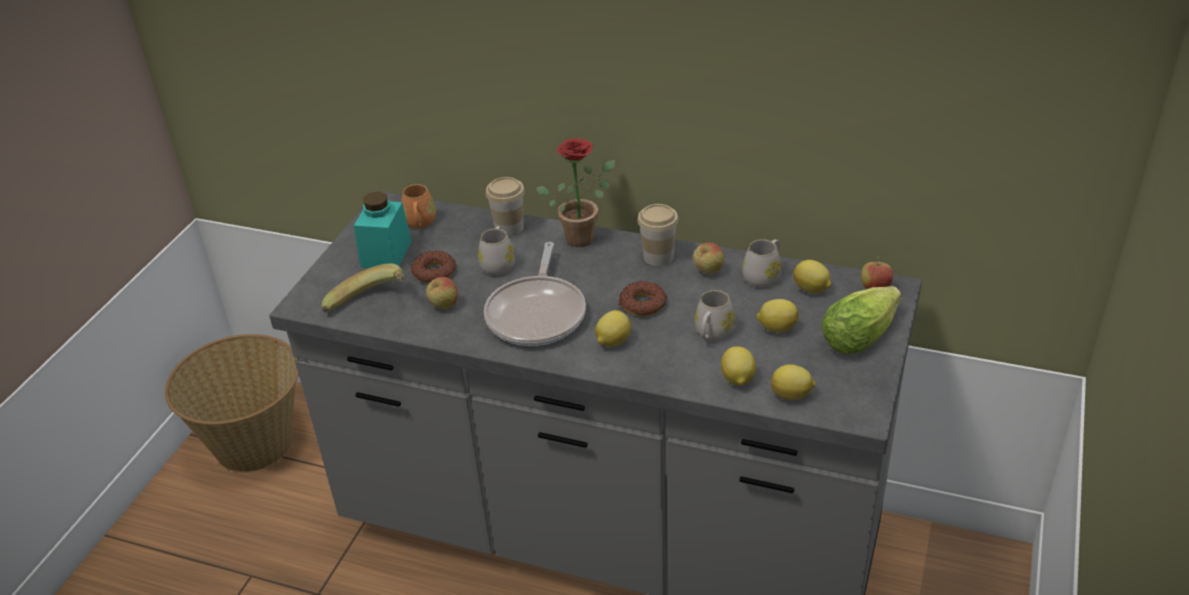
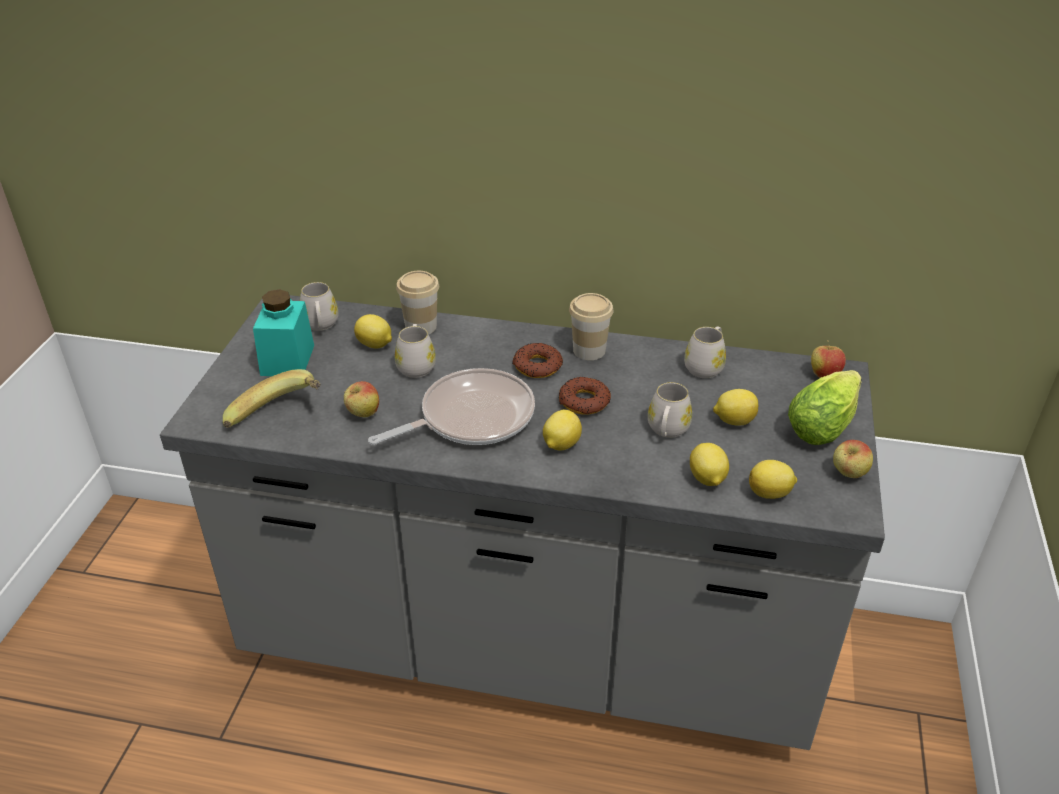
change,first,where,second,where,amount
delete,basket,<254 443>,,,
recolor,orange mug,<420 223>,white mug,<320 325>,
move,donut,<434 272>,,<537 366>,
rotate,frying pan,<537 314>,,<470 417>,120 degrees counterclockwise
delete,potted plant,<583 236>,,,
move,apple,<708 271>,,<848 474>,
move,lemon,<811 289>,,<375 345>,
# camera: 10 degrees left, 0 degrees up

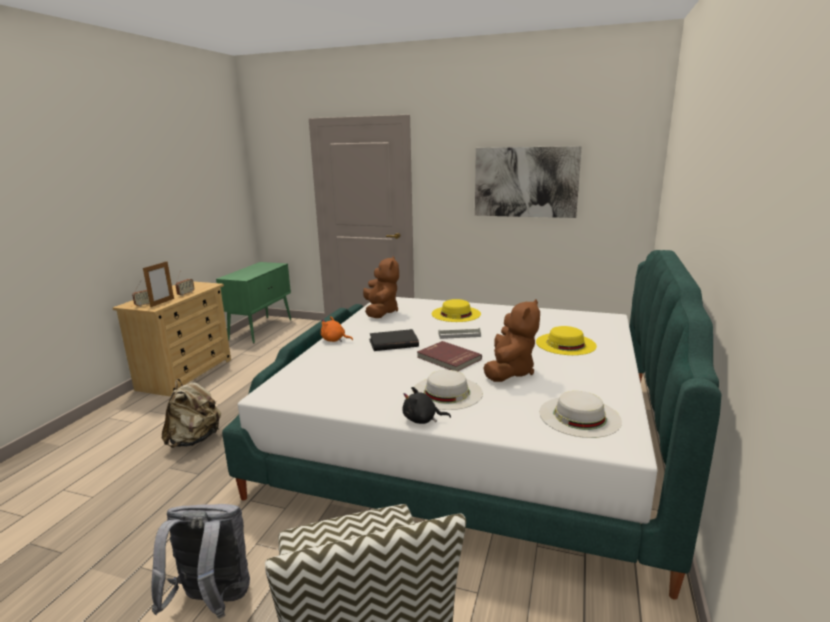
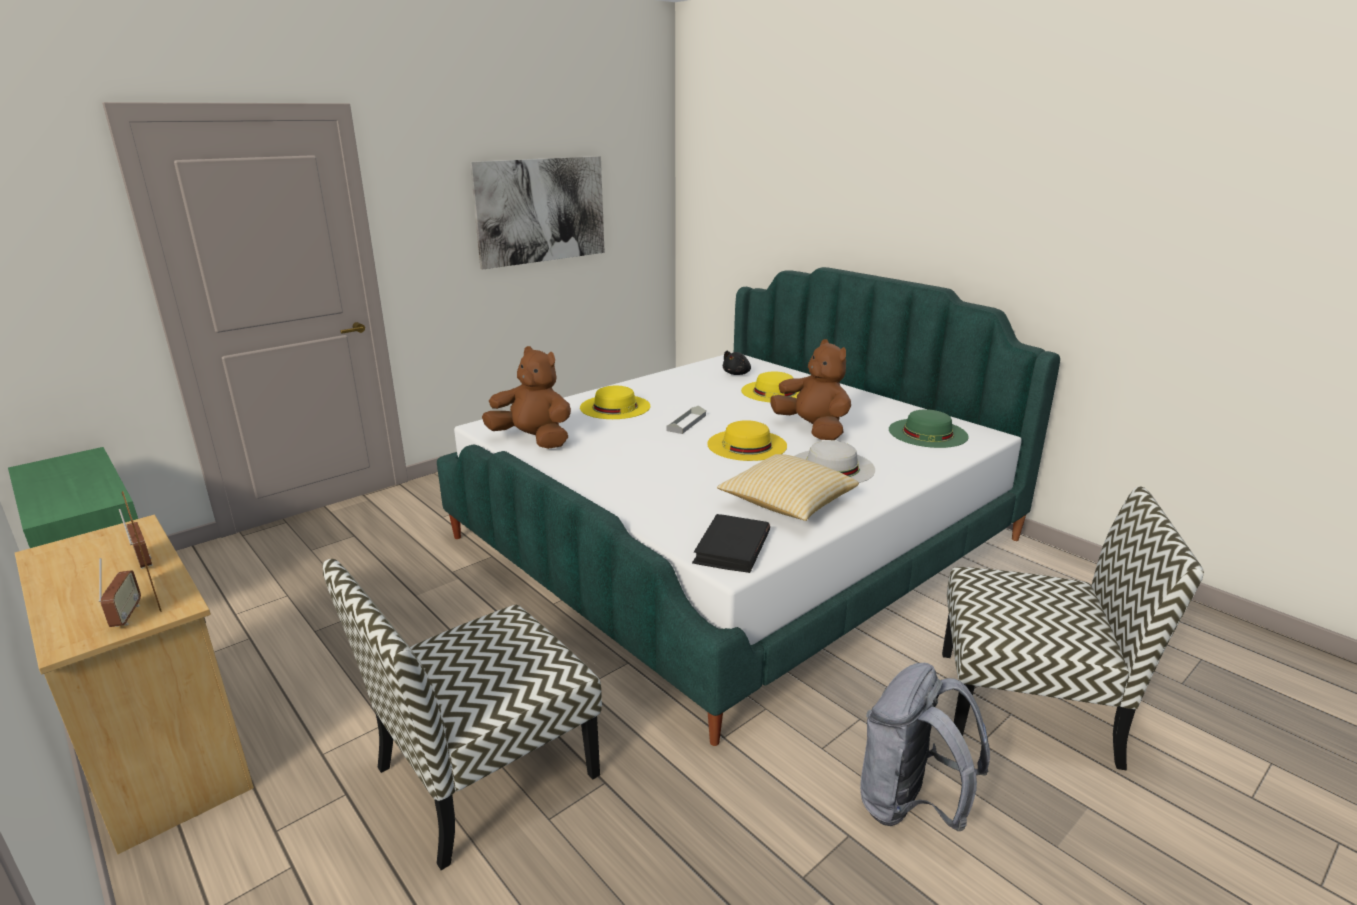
change,first,where,second,where,amount
replace,beige backpack,<195 439>,chair,<484 774>,
delete,orange plush toy,<334 340>,,,
move,black book,<393 343>,,<732 548>,
move,black plush toy,<422 420>,,<737 374>,
replace,red book,<448 358>,yellow hat,<747 445>,
recolor,white hat,<579 416>,green hat,<928 433>,
insert,,,pillow,<787 504>,
# camera: 60 degrees left, 5 degrees up

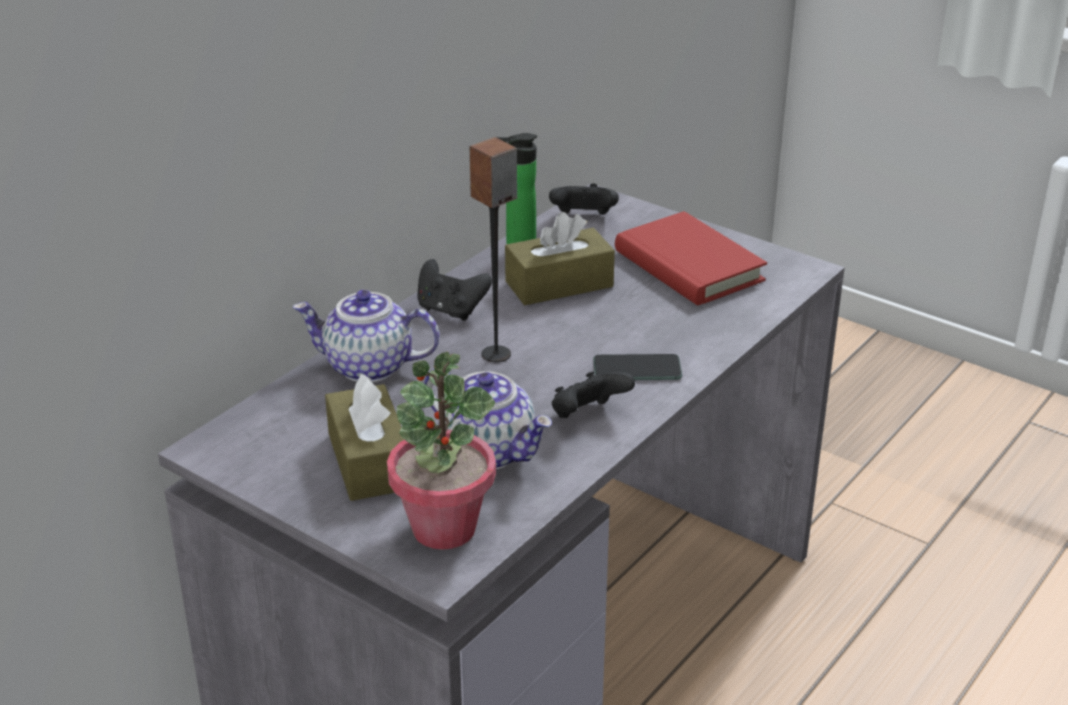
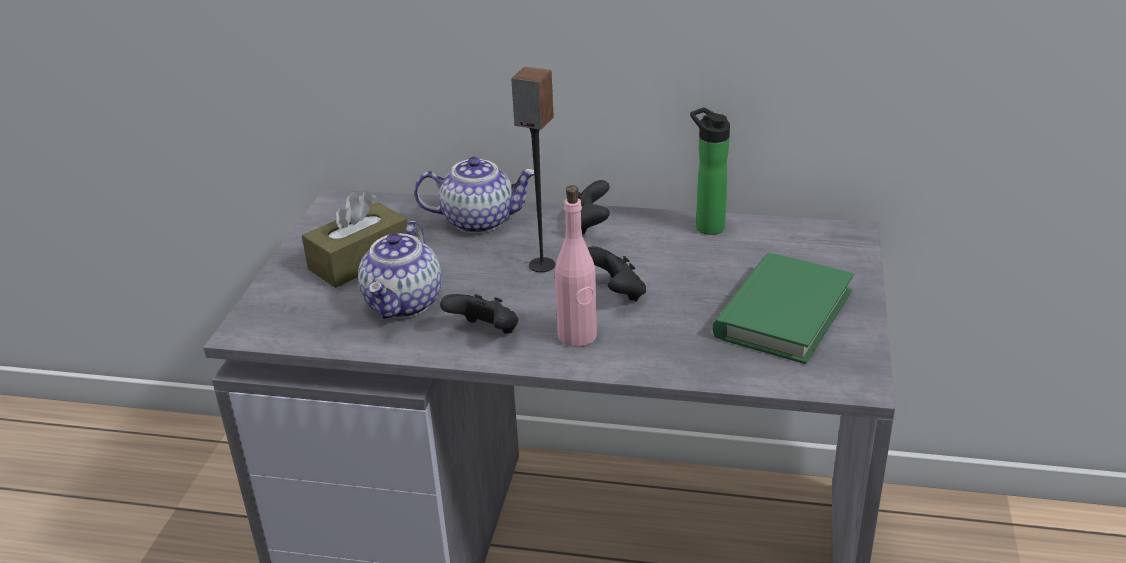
change,first,where,second,where,amount
rotate,teapot,<367 367>,,<479 221>,105 degrees clockwise
delete,potted plant,<444 528>,,,
delete,brown tissue box,<559 284>,,,
move,black game controller,<583 218>,,<617 293>,
replace,phone,<637 369>,pink bottle,<577 336>,
recolor,red book,<688 266>,green book,<783 314>,
# camera: 65 degrees right, 0 degrees up

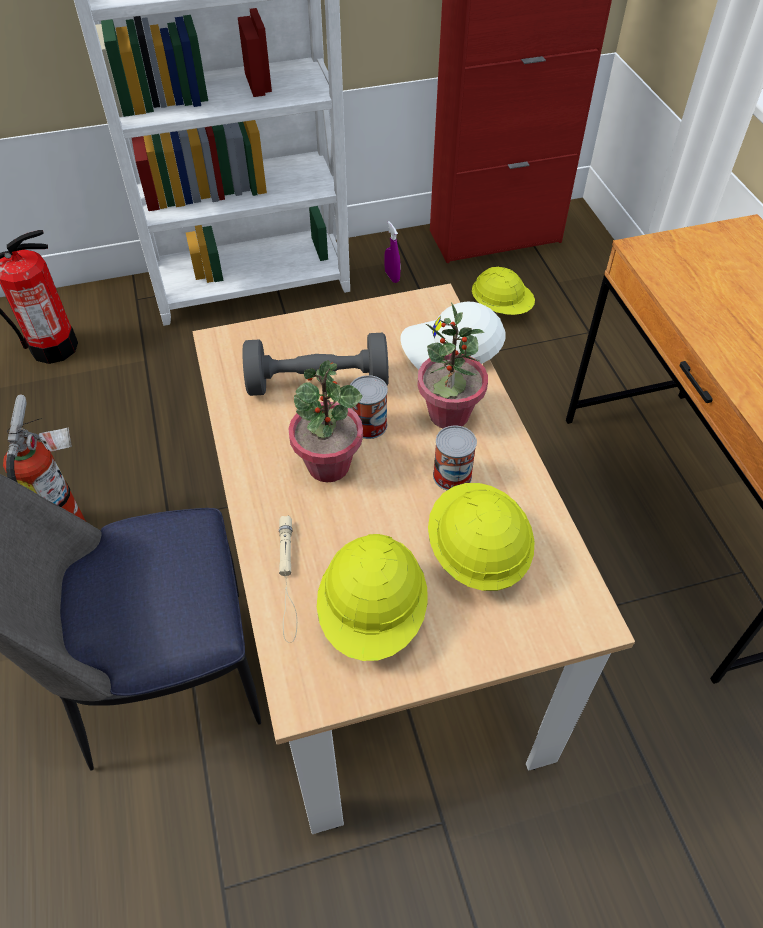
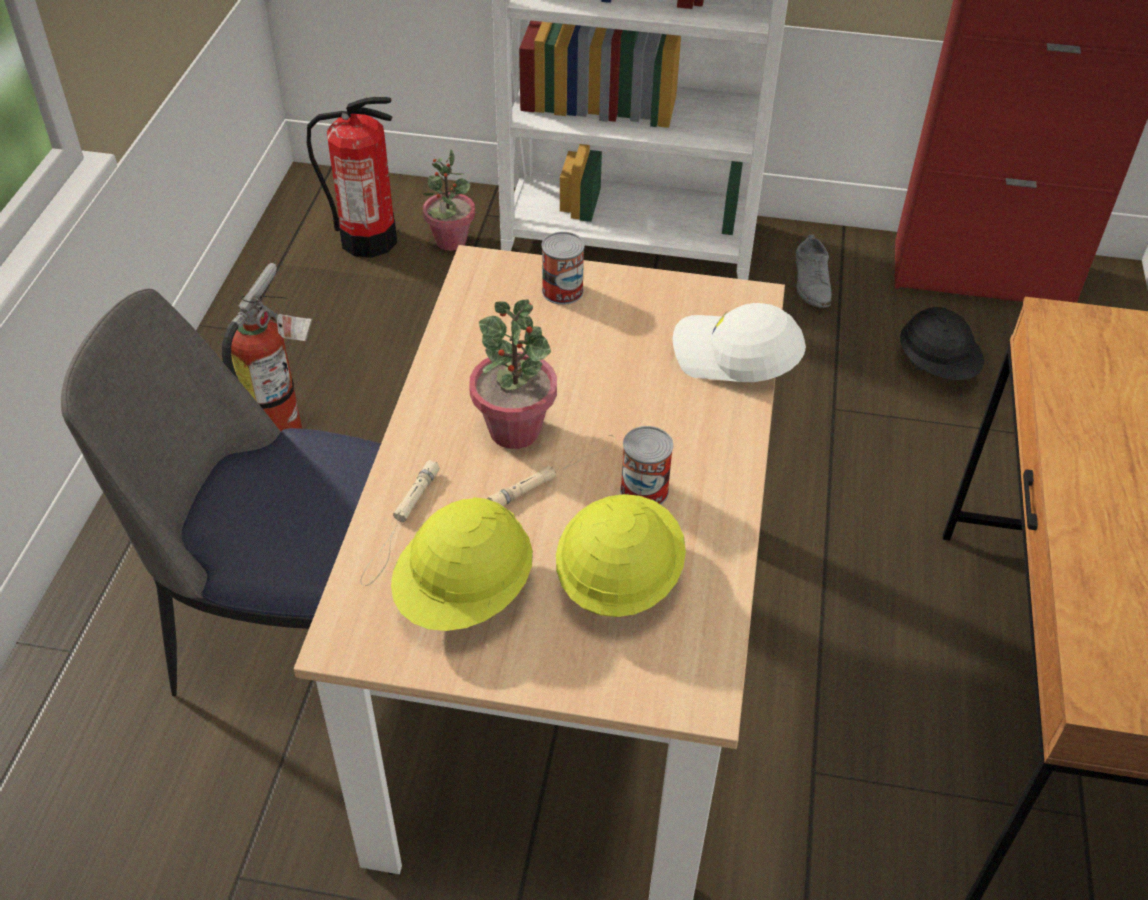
change,first,where,second,where,amount
delete,grey dumbbell,<318 383>,,,
move,can,<368 424>,,<562 291>,
replace,purple spray bottle,<392 276>,grey shoe,<811 283>,
move,potted plant,<449 415>,,<450 241>,
recolor,yellow hard hat,<501 308>,black hard hat,<936 366>,
insert,,,beige flashlight,<554 472>,
# camera: 25 degrees right, 5 degrees down

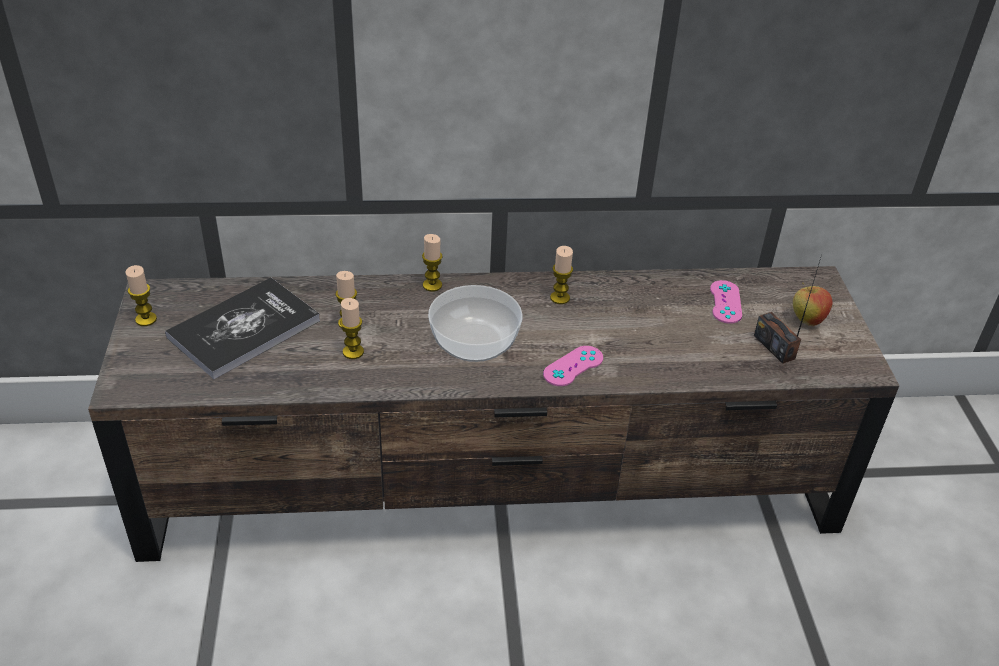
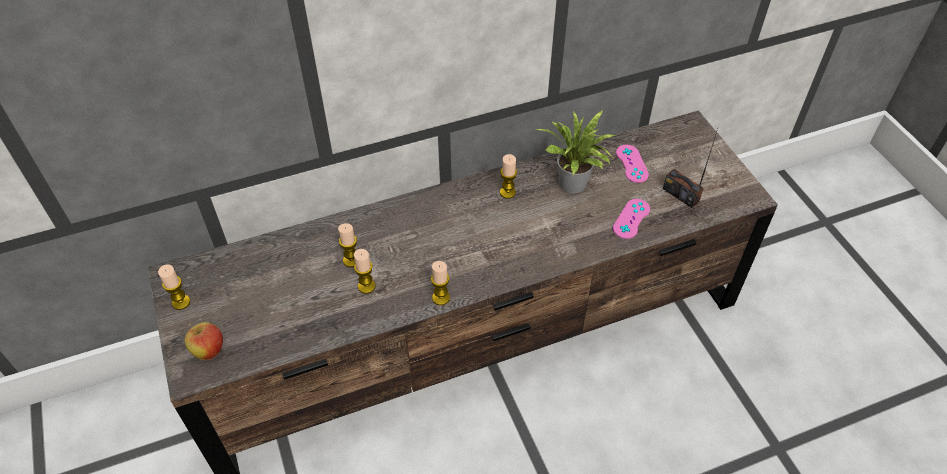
change,first,where,second,where,amount
delete,book,<244 329>,,,
move,candle,<432 285>,,<441 298>,
delete,bowl,<474 343>,,,
move,pink game controller,<573 366>,,<631 219>,
move,apple,<807 320>,,<208 351>,
insert,,,potted plant,<573 186>,
# camera: 15 degrees left, 10 degrees up

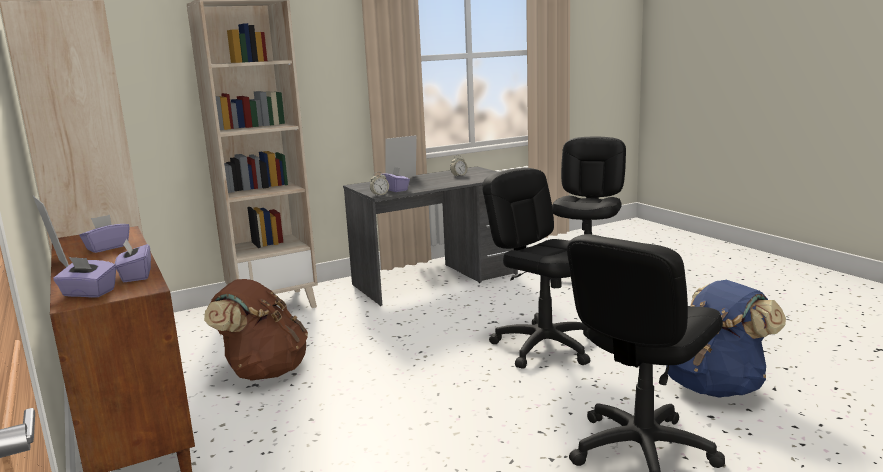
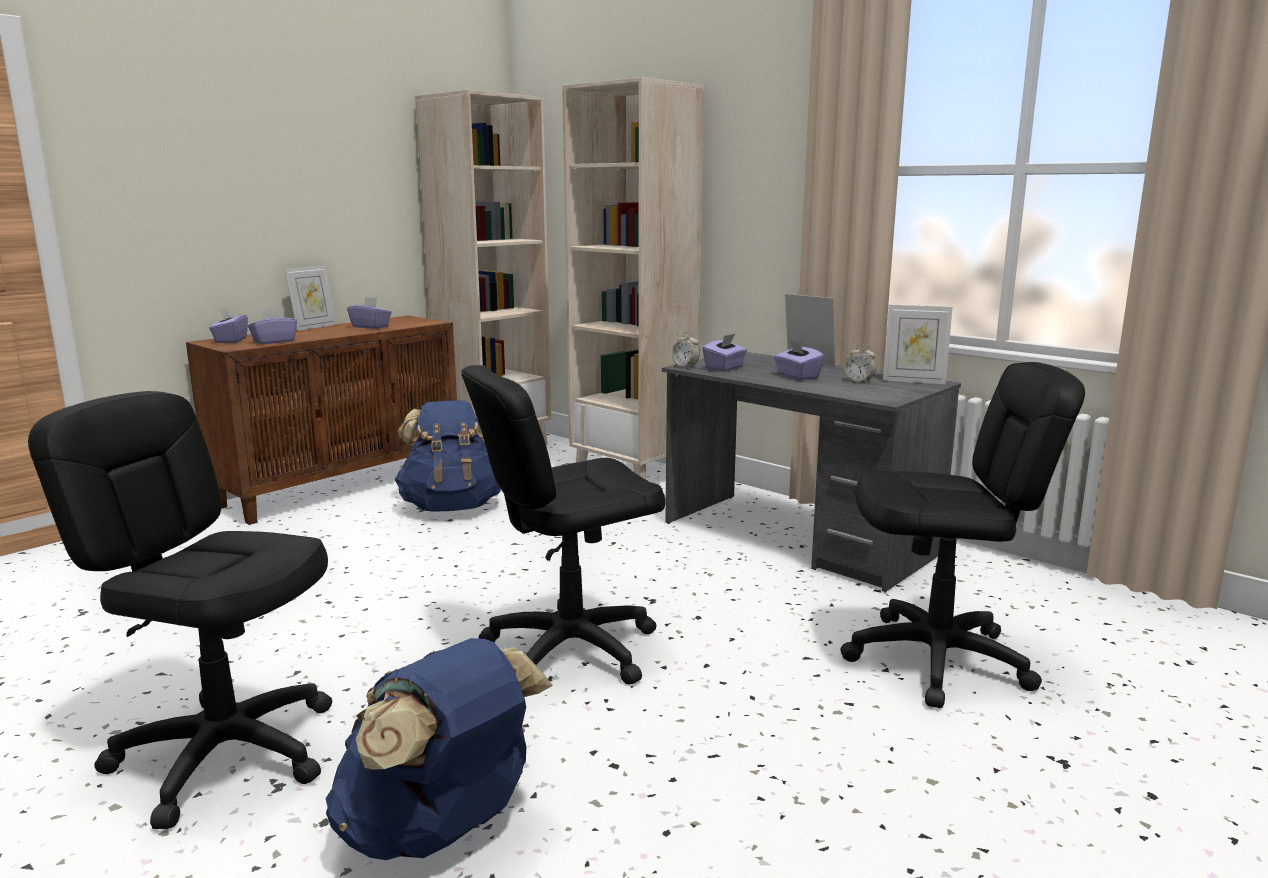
change,first,where,second,where,amount
recolor,brown backpack,<264 372>,blue backpack,<452 507>,
rotate,black office chair,<545 346>,,<570 649>,150 degrees counterclockwise
insert,,,purple tissue box,<797 376>,
insert,,,picture frame,<914 381>,
# camera: 70 degrees right, 0 degrees up

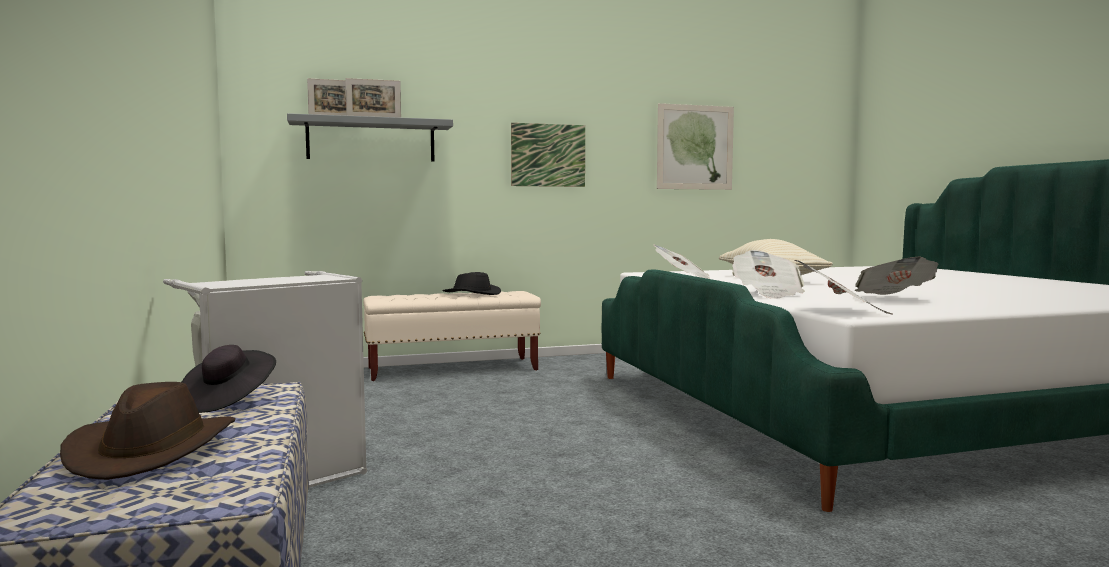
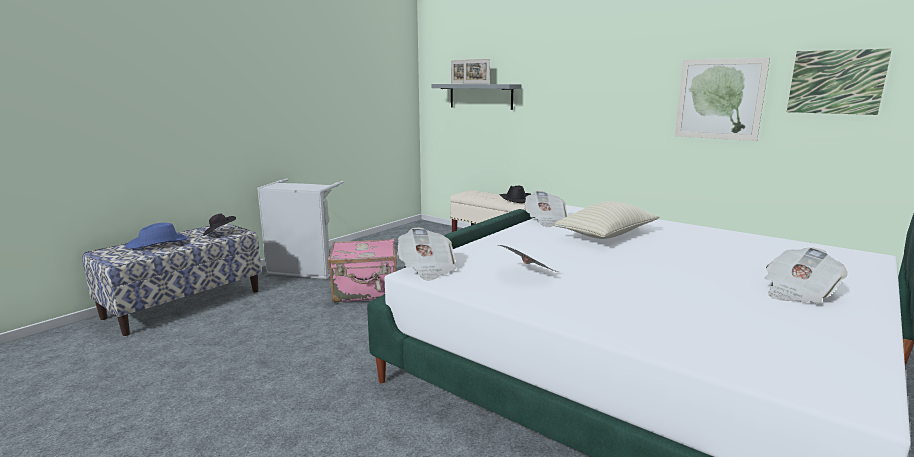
change,first,where,second,where,amount
recolor,brown hat,<152 450>,blue hat,<158 243>,
move,picture,<548 155>,,<836 82>,
move,newspaper,<767 294>,,<797 293>,
insert,,,pink suitcase,<366 292>,
# camera: 55 degrees right, 10 degrees up

